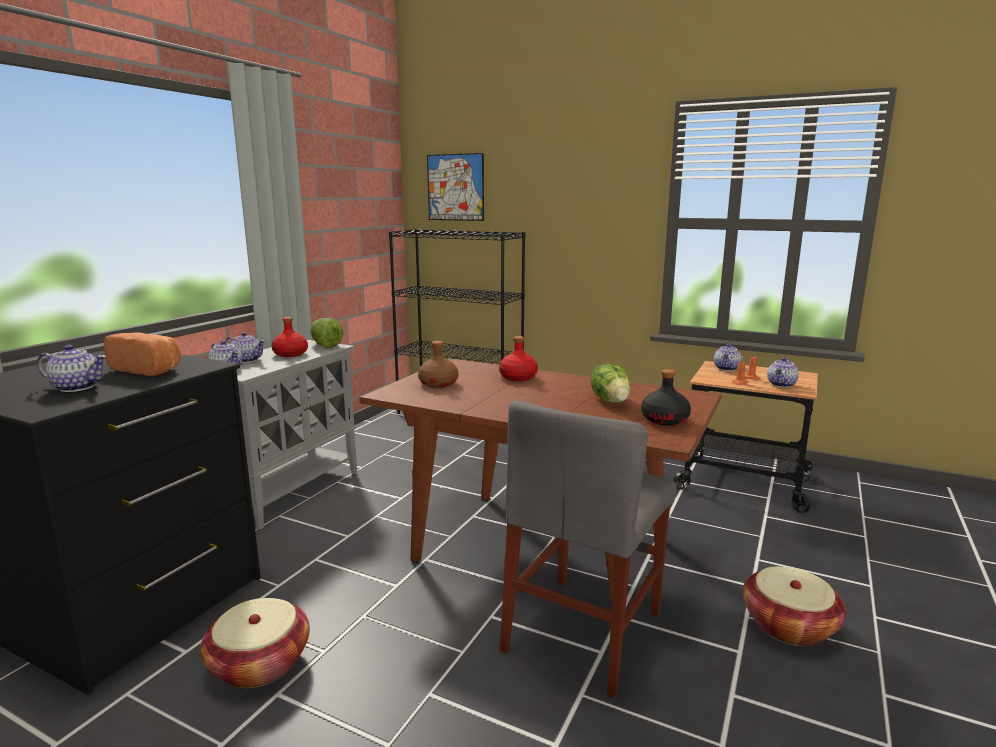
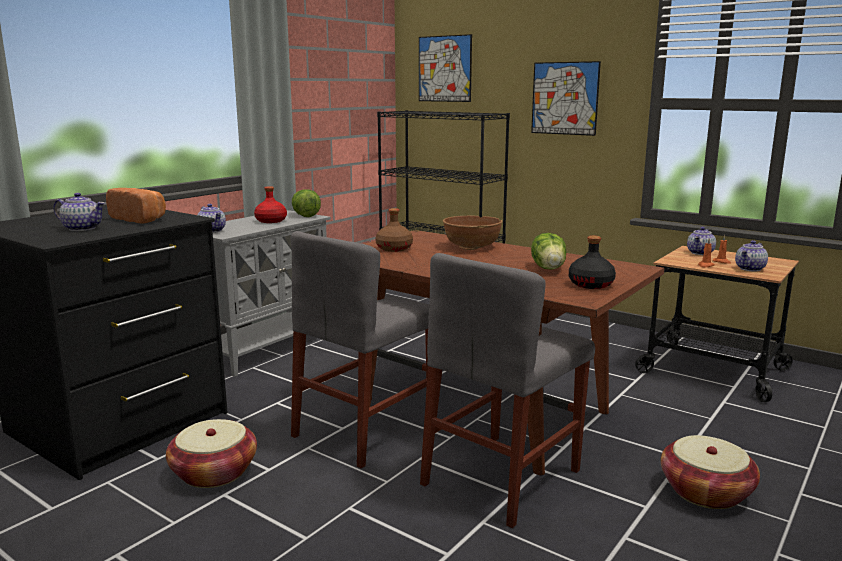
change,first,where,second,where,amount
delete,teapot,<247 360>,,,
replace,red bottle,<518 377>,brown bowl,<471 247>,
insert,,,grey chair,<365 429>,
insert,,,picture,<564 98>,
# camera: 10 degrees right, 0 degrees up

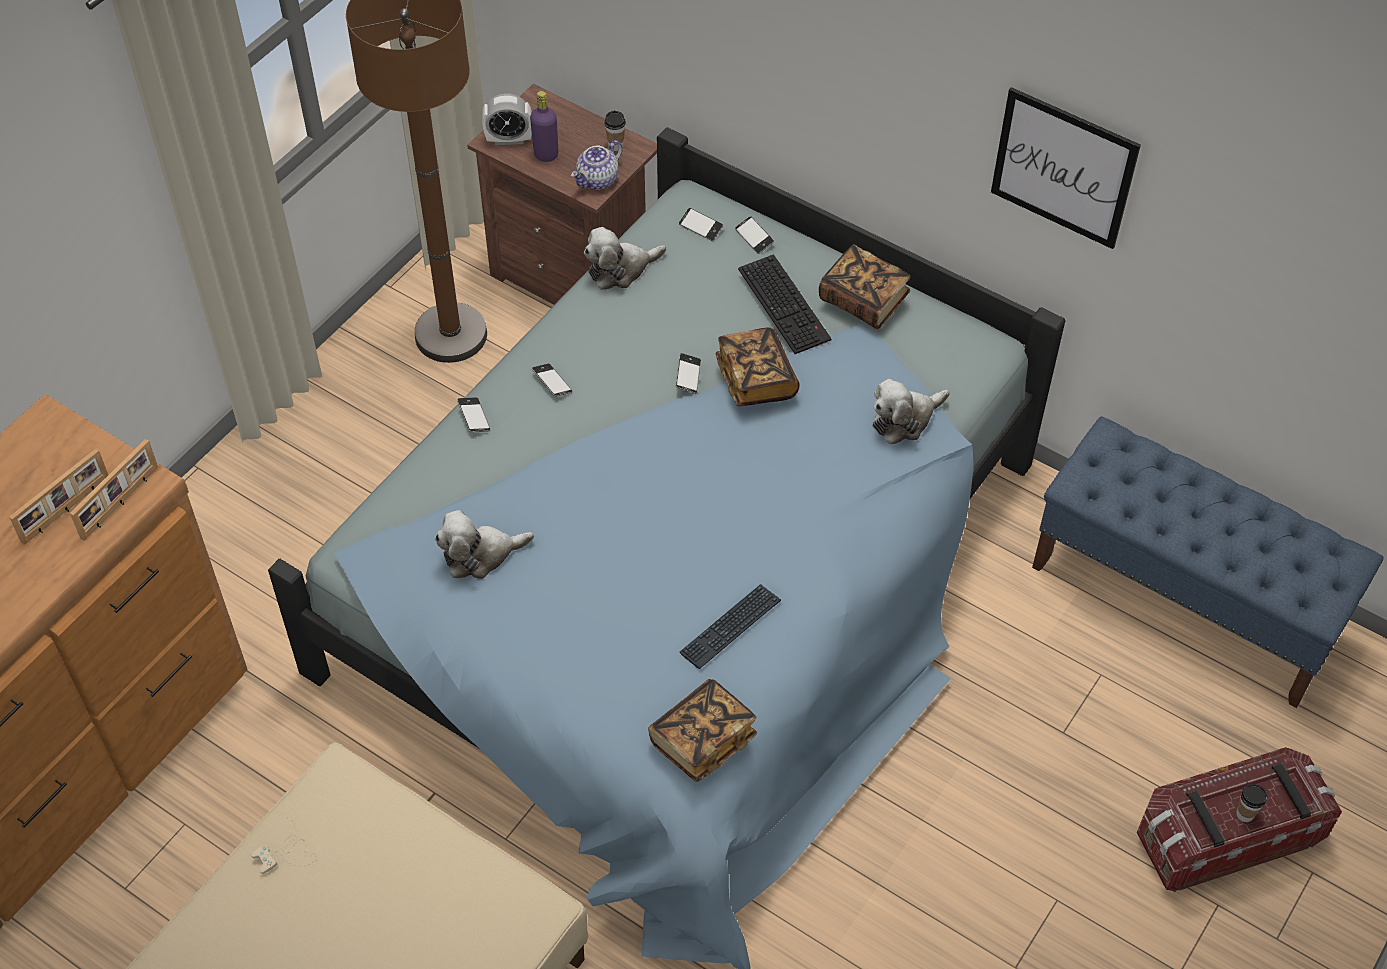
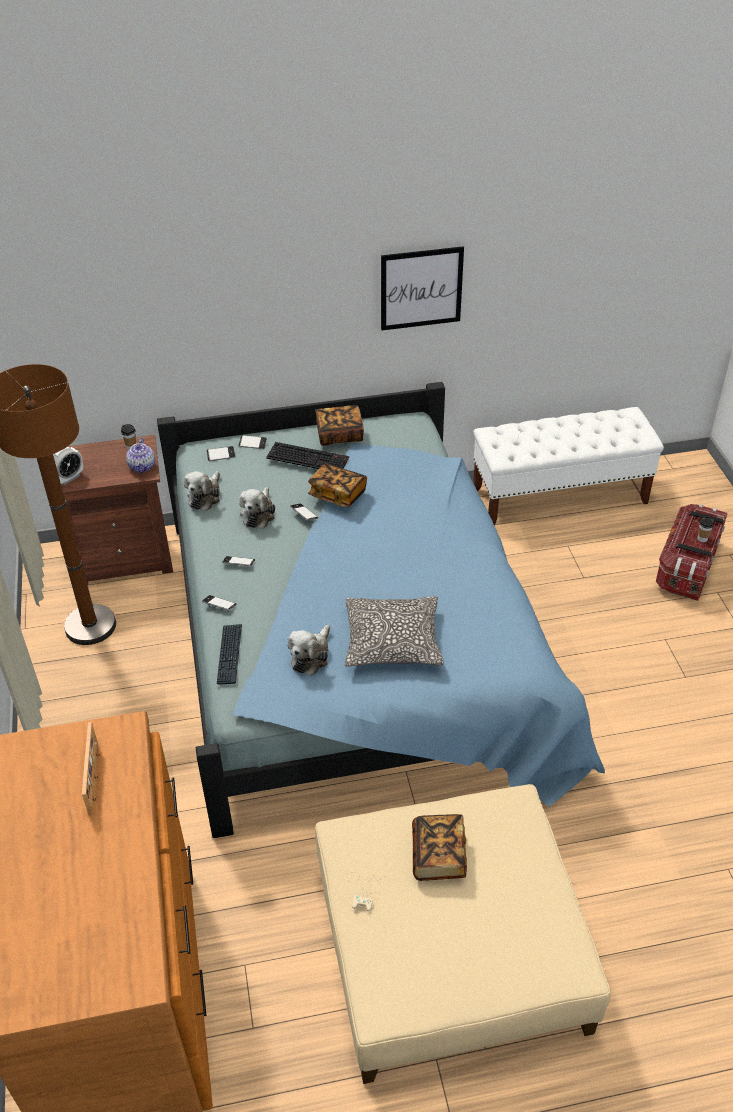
change,first,where,second,where,amount
delete,picture frame,<121 503>,,,
delete,purple bottle,<546 155>,,,
move,book,<702 740>,,<438 856>,
move,keyboard,<730 627>,,<229 654>,
move,plush toy,<905 419>,,<258 514>,
recolor,blue bench,<1185 599>,white bench,<560 495>,
insert,,,pillow,<392 641>,
# camera: 45 degrees left, 10 degrees down

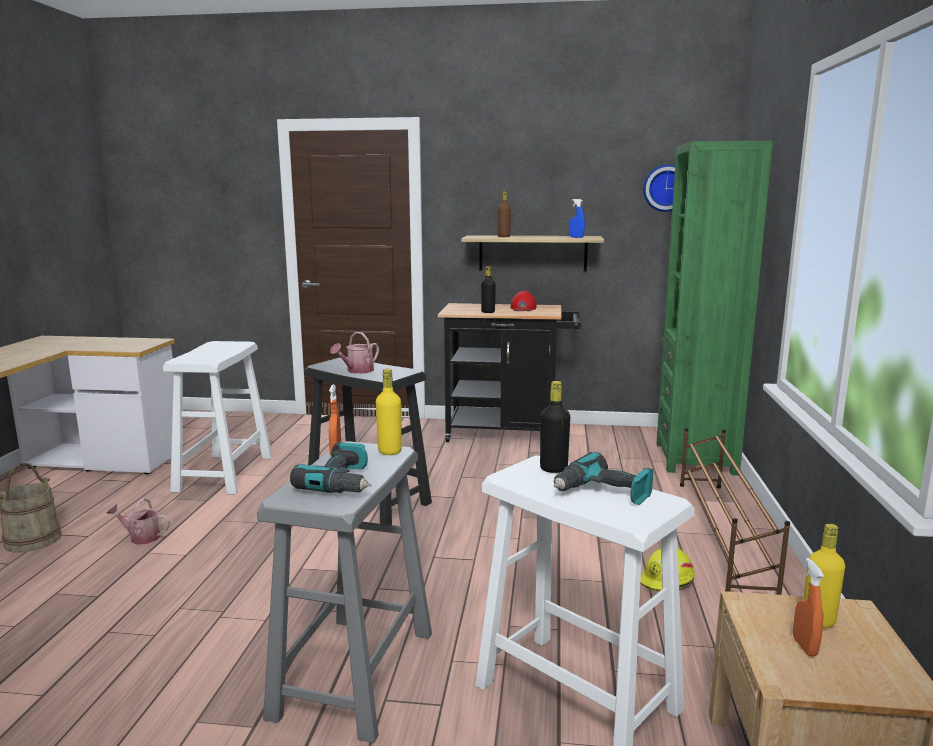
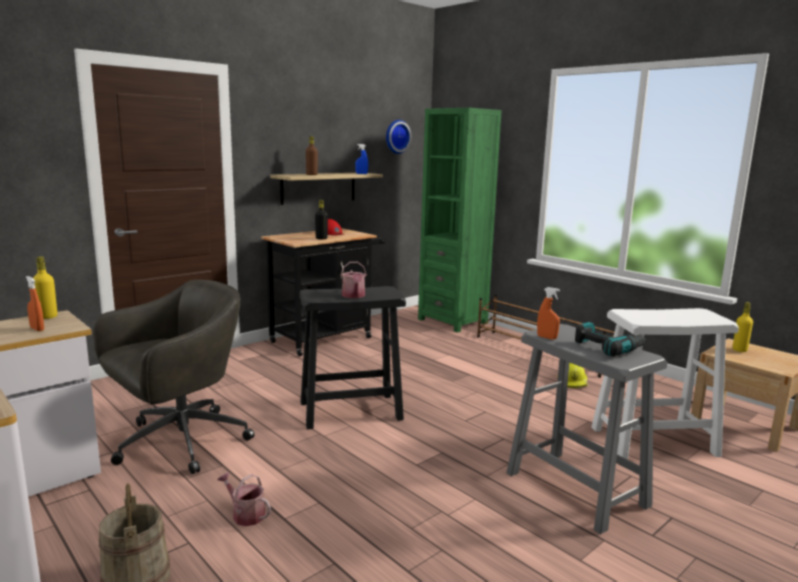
change,first,where,second,where,amount
rotate,watering can,<141 537>,,<245 514>,75 degrees clockwise
replace,white stool,<224 474>,grey office chair,<179 442>,
move,yellow bottle,<389 451>,,<47 317>,
delete,black bottle,<553 469>,,,
delete,power drill,<603 493>,,,
move,orange spray bottle,<804 647>,,<37 329>,
# camera: 50 degrees left, 0 degrees up

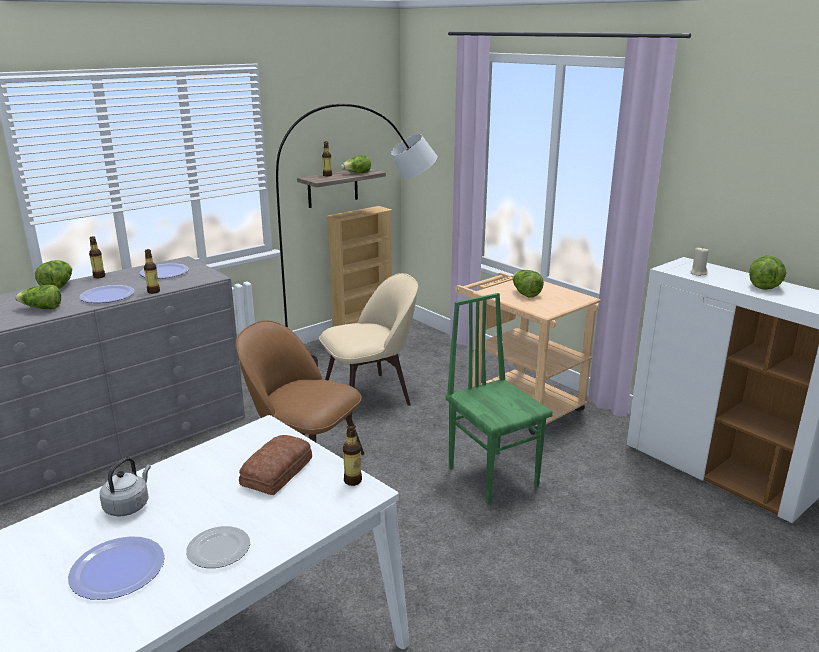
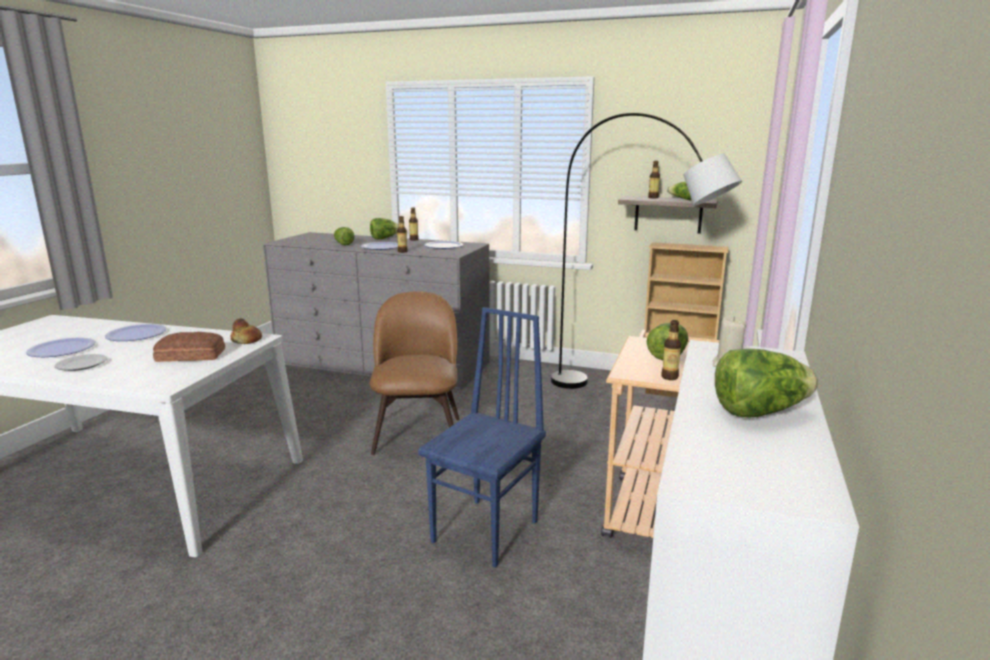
change,first,where,second,where,amount
replace,grey kettle,<128 506>,plate,<136 334>,
delete,beige chair,<370 394>,,,
move,bottle,<353 481>,,<669 377>,
recolor,green chair,<493 476>,blue chair,<487 531>,
insert,,,bread,<247 340>,
# camera: 60 degrees right, 5 degrees down

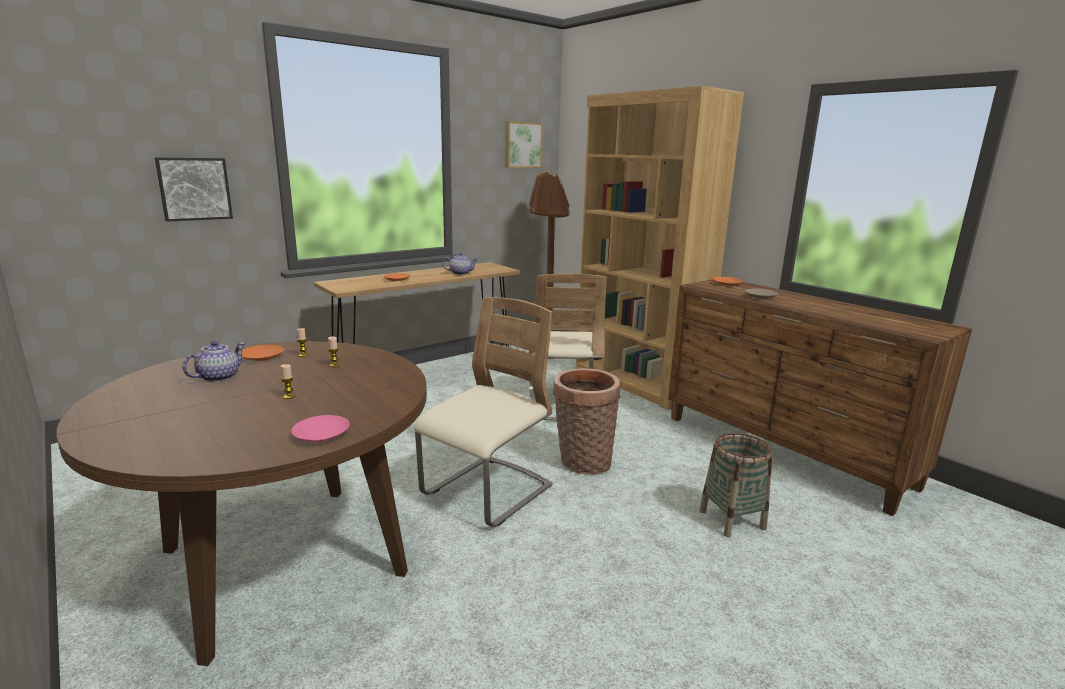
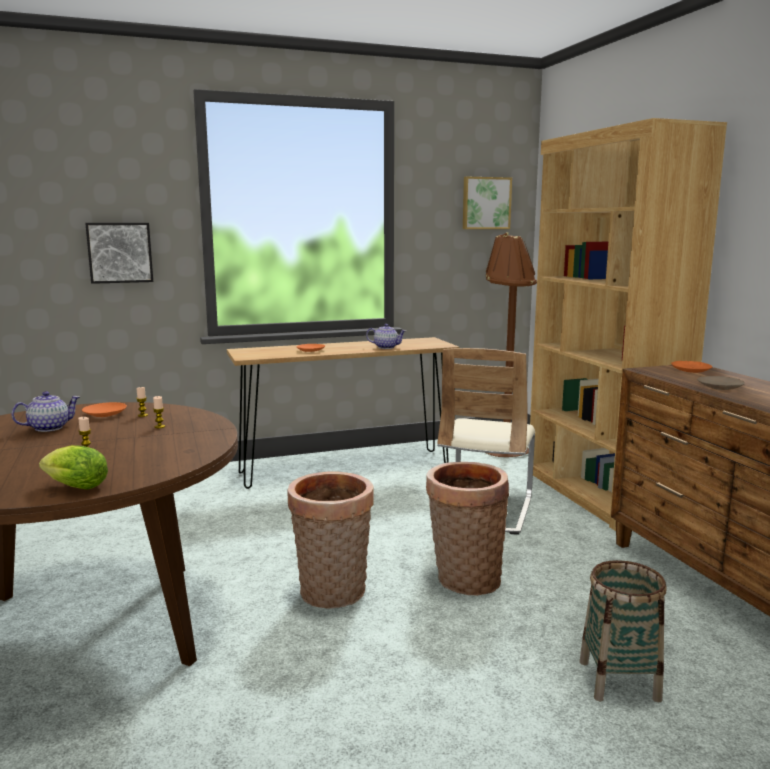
change,first,where,second,where,amount
replace,pink plate,<321 435>,lettuce,<73 487>,
replace,beige chair,<487 492>,basket,<332 595>,
# camera: 20 degrees right, 5 degrees down

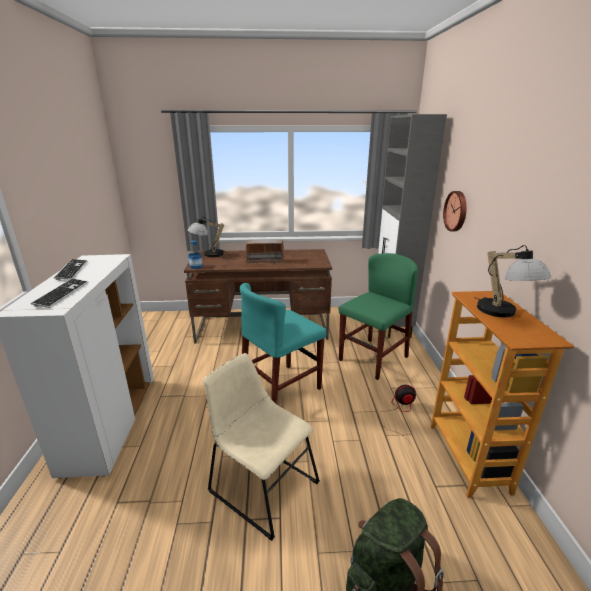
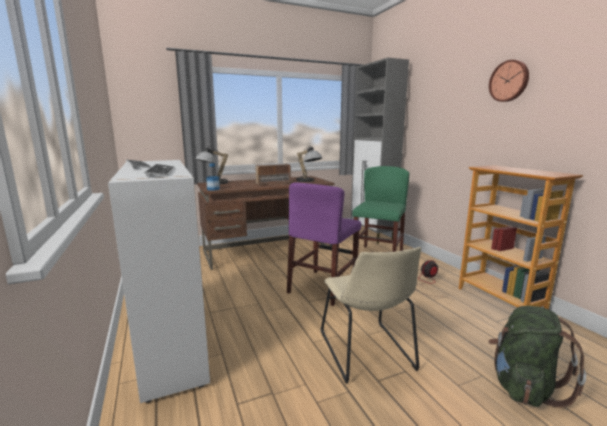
change,first,where,second,where,amount
rotate,beige chair,<260 484>,,<367 353>,120 degrees counterclockwise
recolor,turquoise chair,<281 388>,purple chair,<323 286>,
move,wall clock,<456 211>,,<509 81>,
move,table lamp,<503 313>,,<308 181>,
# camera: 20 degrees left, 10 degrees down

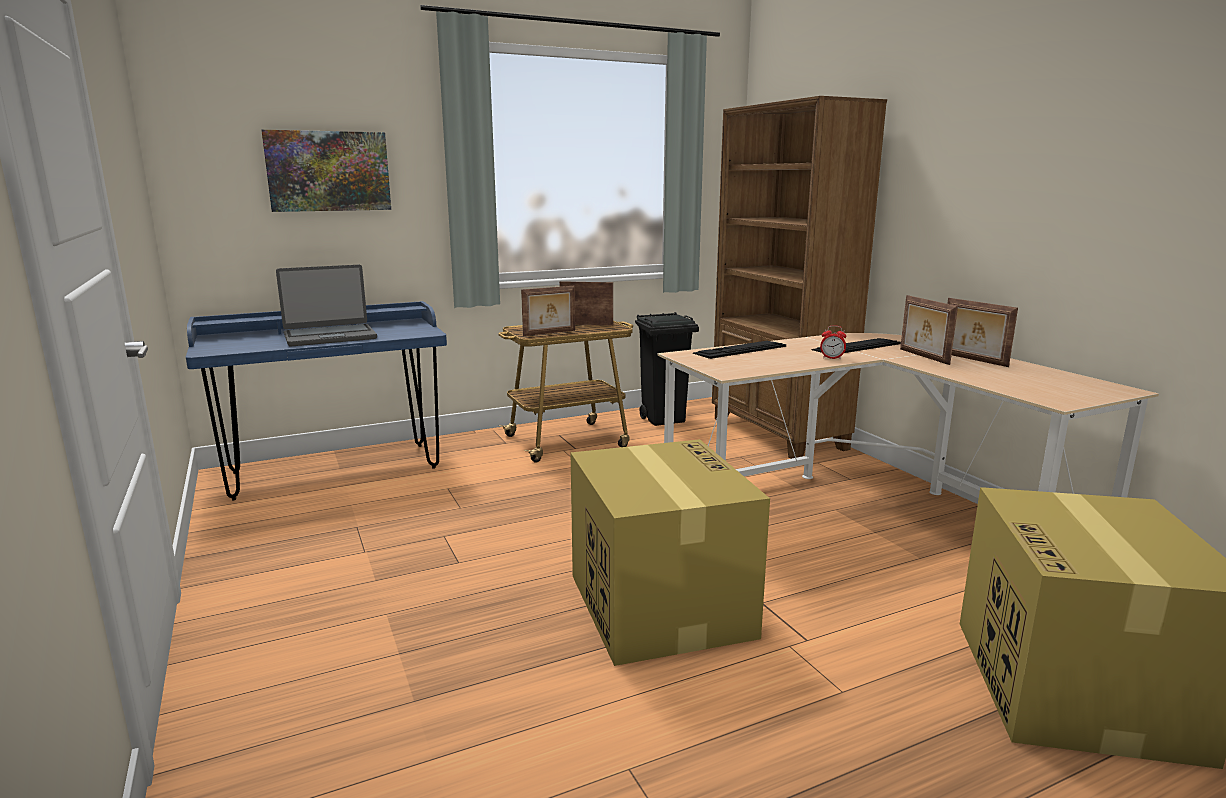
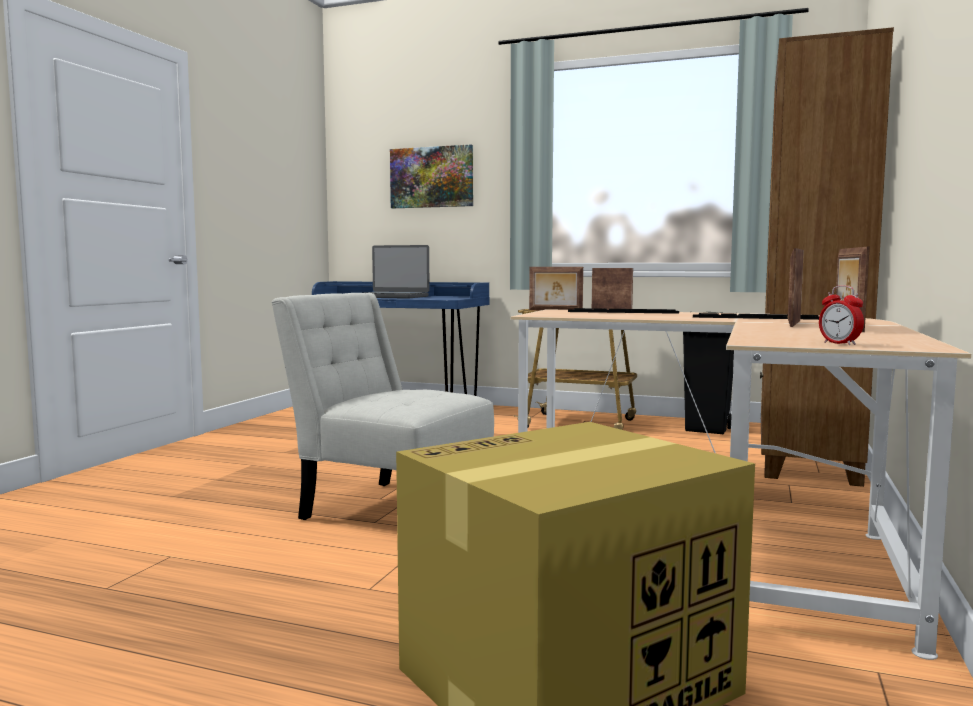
change,first,where,second,where,amount
replace,cardboard box,<658 604>,white chair,<389 509>,
move,alarm clock,<832 358>,,<839 343>,
# camera: 45 degrees right, 10 degrees down

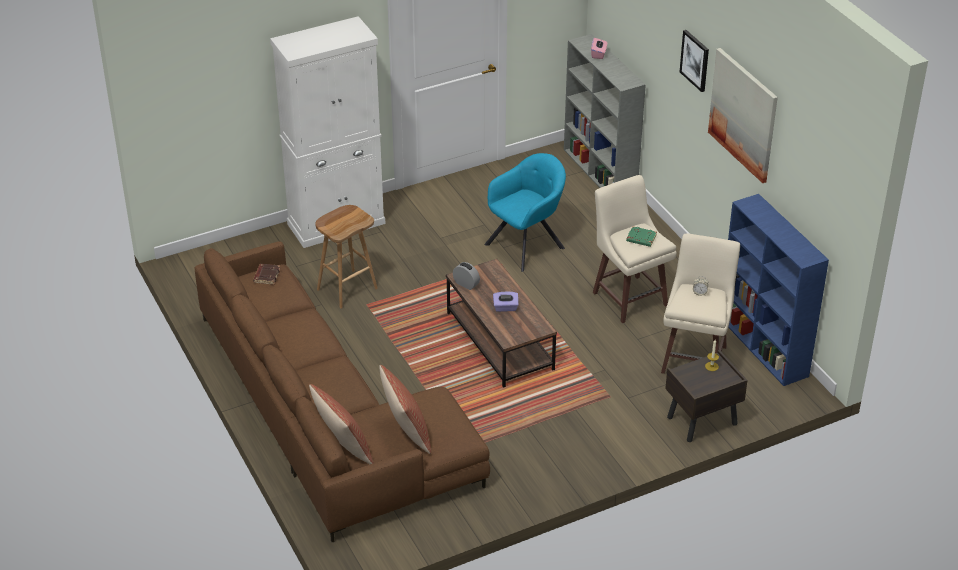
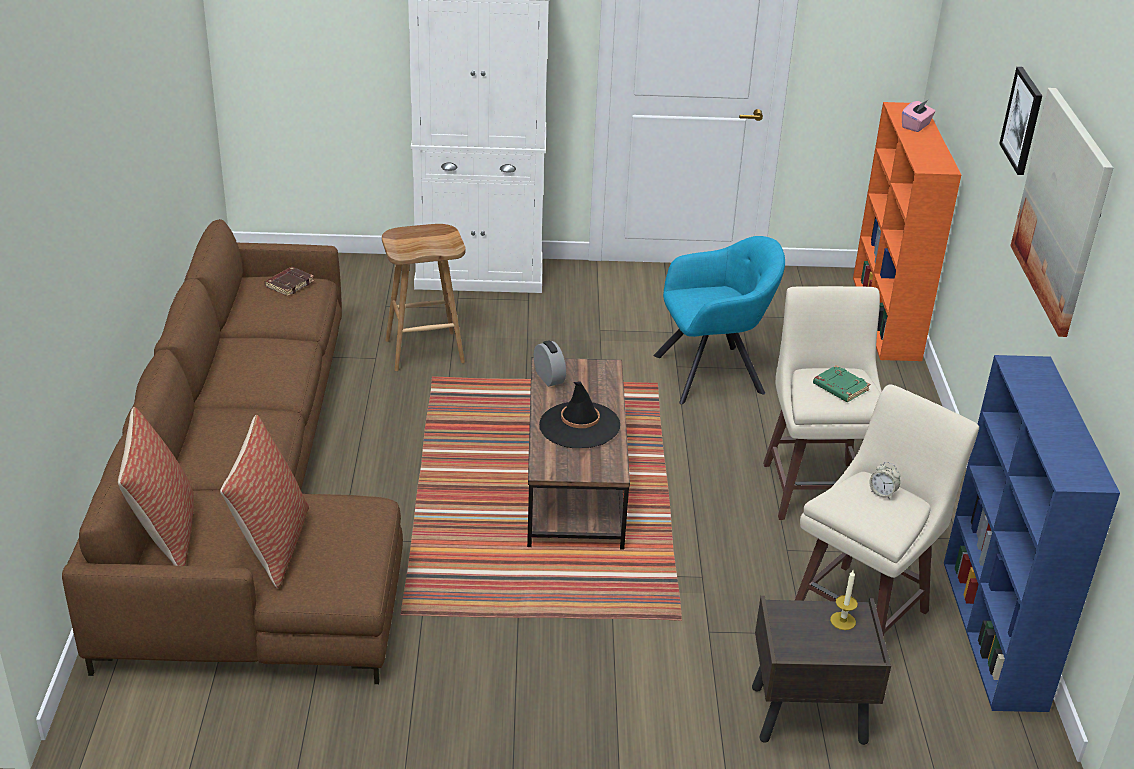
change,first,where,second,where,amount
replace,purple tissue box,<505 308>,black hat,<579 426>,
recolor,grey bookcase,<600 173>,orange bookcase,<886 318>,
# camera: 25 degrees right, 5 degrees down

